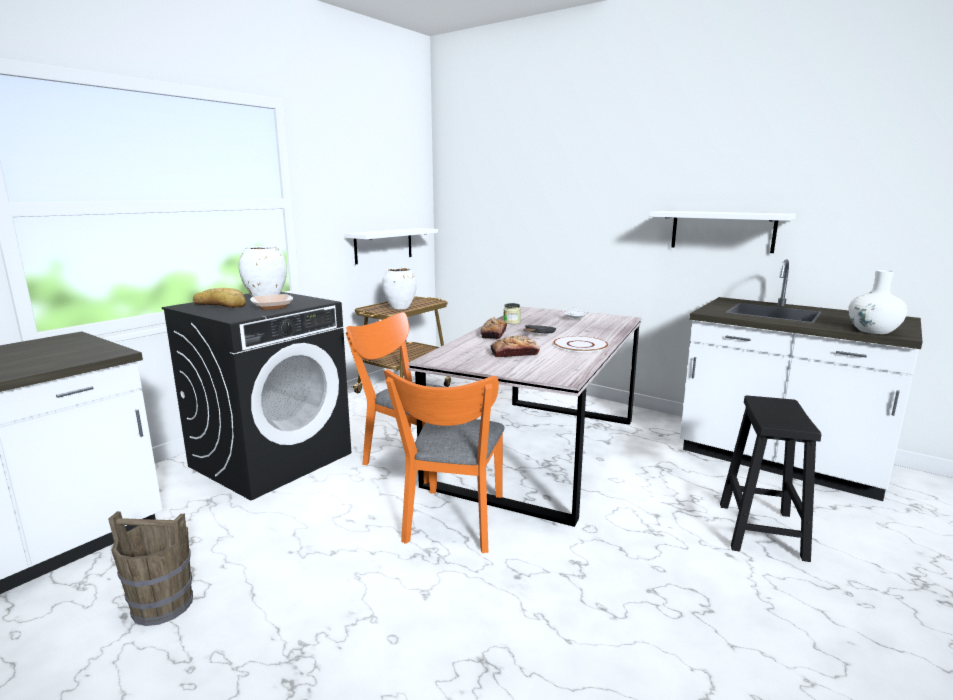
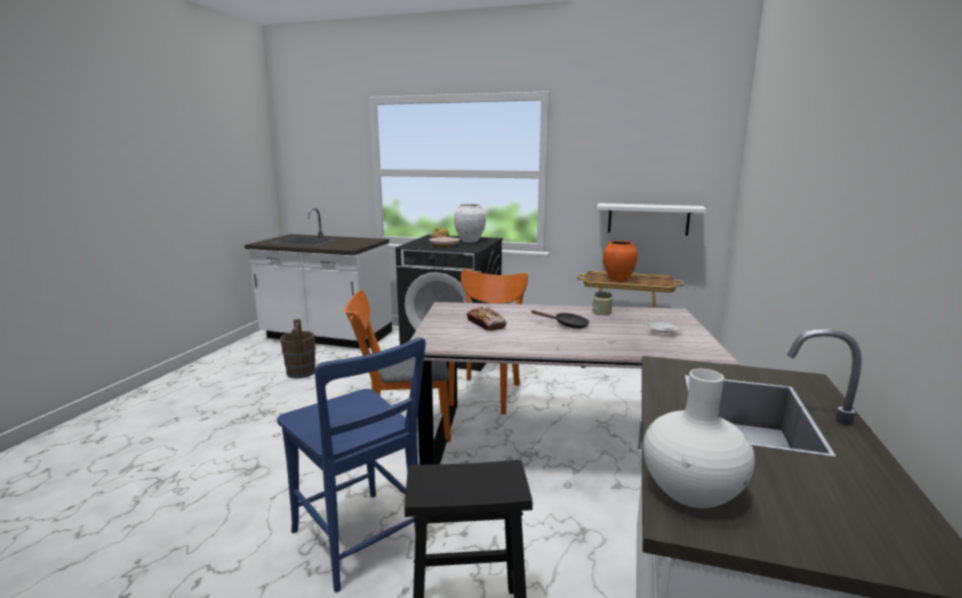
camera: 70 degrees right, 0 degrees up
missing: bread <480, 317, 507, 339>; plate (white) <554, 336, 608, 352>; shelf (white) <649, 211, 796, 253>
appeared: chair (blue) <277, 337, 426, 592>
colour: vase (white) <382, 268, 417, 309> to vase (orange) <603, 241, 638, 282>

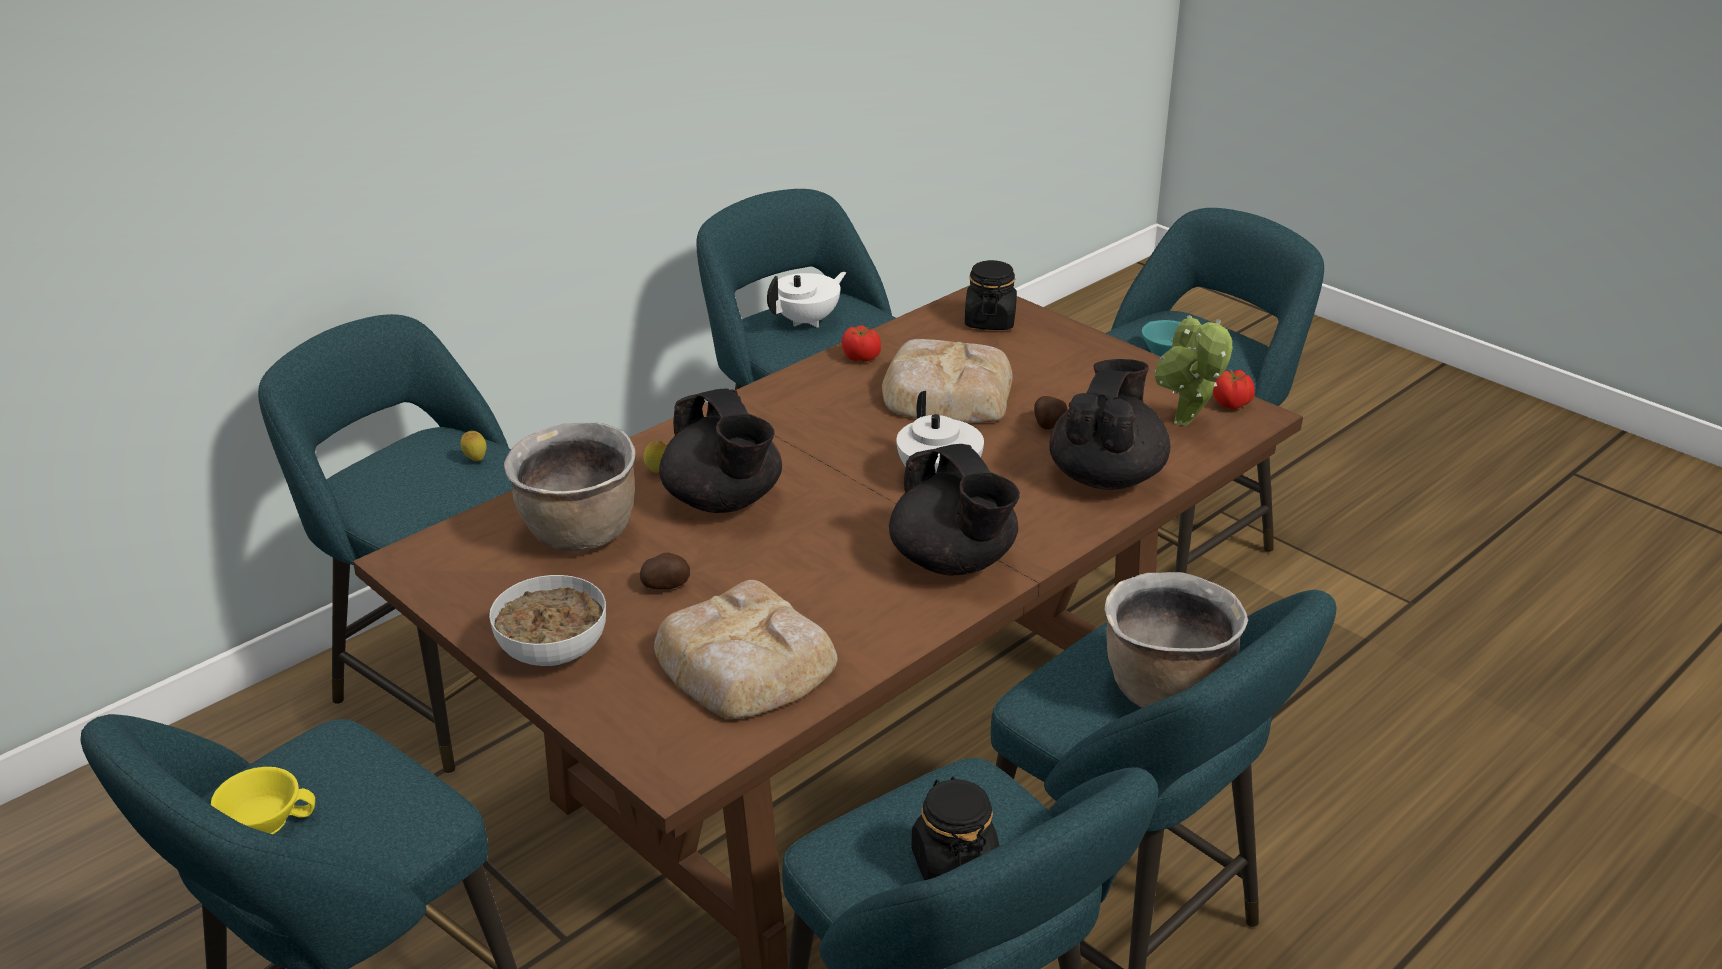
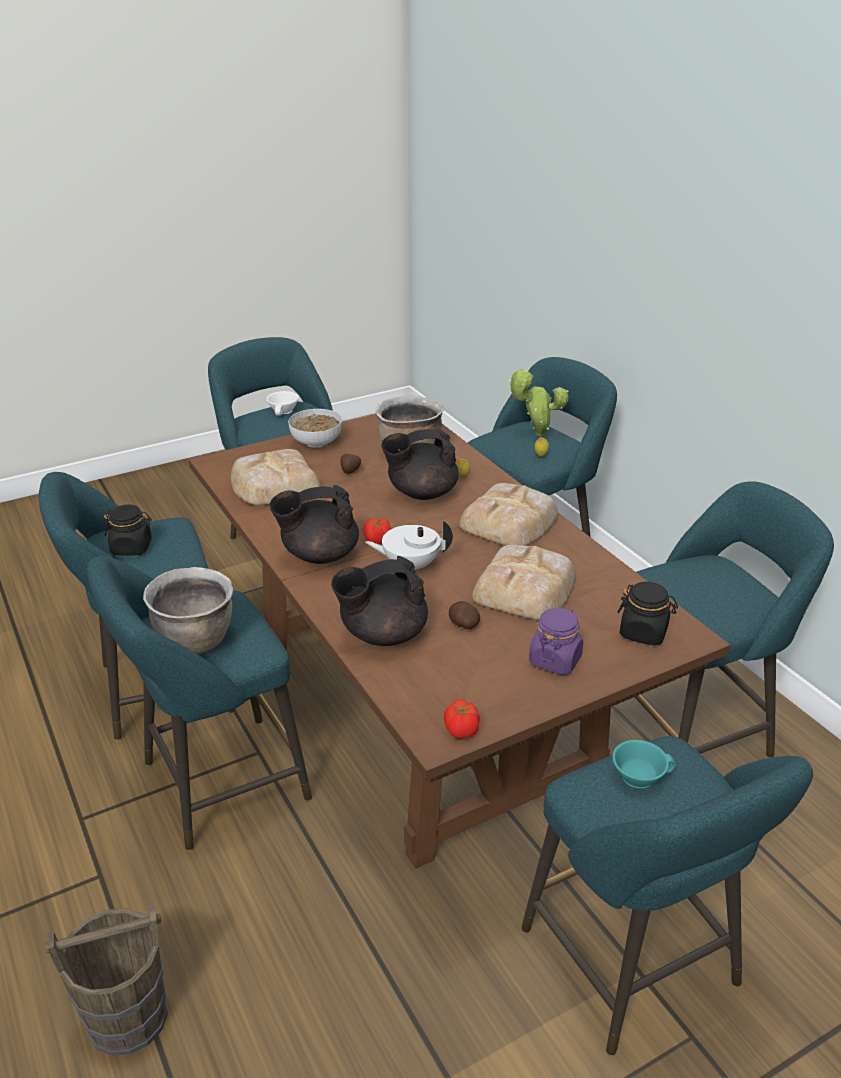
camera: 105 degrees right, 0 degrees up
missing: teapot (white) <767, 272, 846, 328>
appeared: bucket (brown) <45, 904, 168, 1056>; bread <459, 483, 558, 546>; jar (purple) <529, 608, 583, 675>
relocated: tomato <841, 325, 881, 362> to <363, 517, 392, 545>; potted plant <1155, 315, 1233, 426> to <509, 369, 569, 436>
colour: cup (yellow) <211, 767, 315, 834> to cup (white) <266, 391, 299, 416>
spun: teapot (black) <1049, 359, 1170, 490> = <331, 556, 428, 646> 120 degrees clockwise

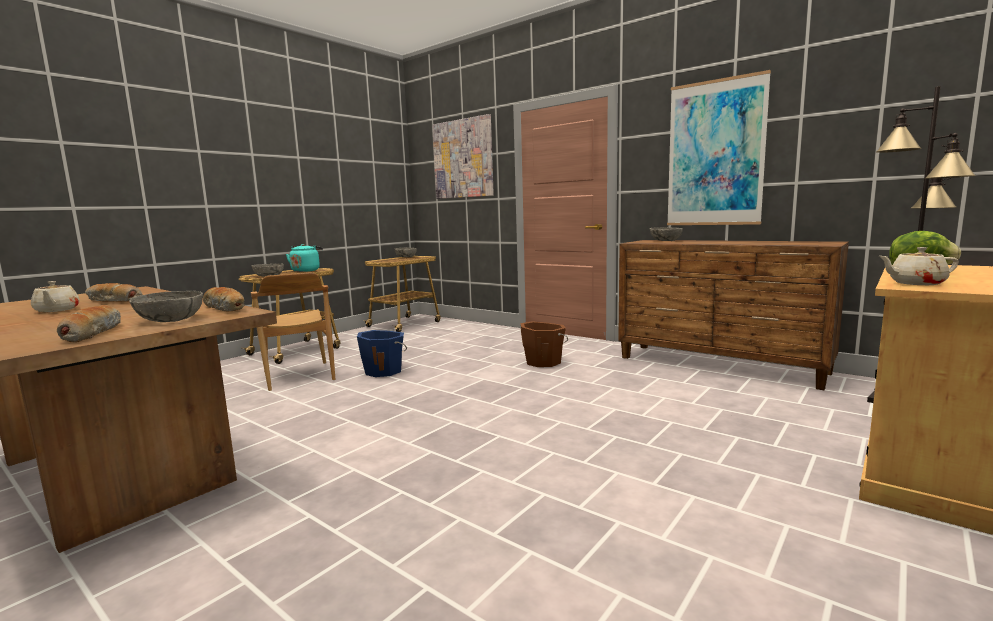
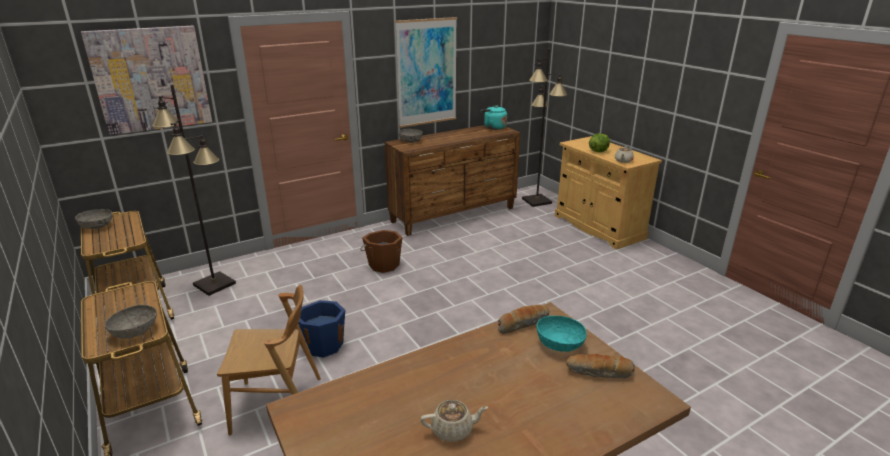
camera: 70 degrees left, 15 degrees up
missing: bread <85, 283, 143, 302>
appeared: floor lamp (black) <152, 85, 236, 296>
relocated: kettle (turquoise) <286, 244, 323, 272> to <480, 105, 507, 130>
colour: bowl (grey) <129, 291, 203, 322> to bowl (turquoise) <536, 316, 587, 352>

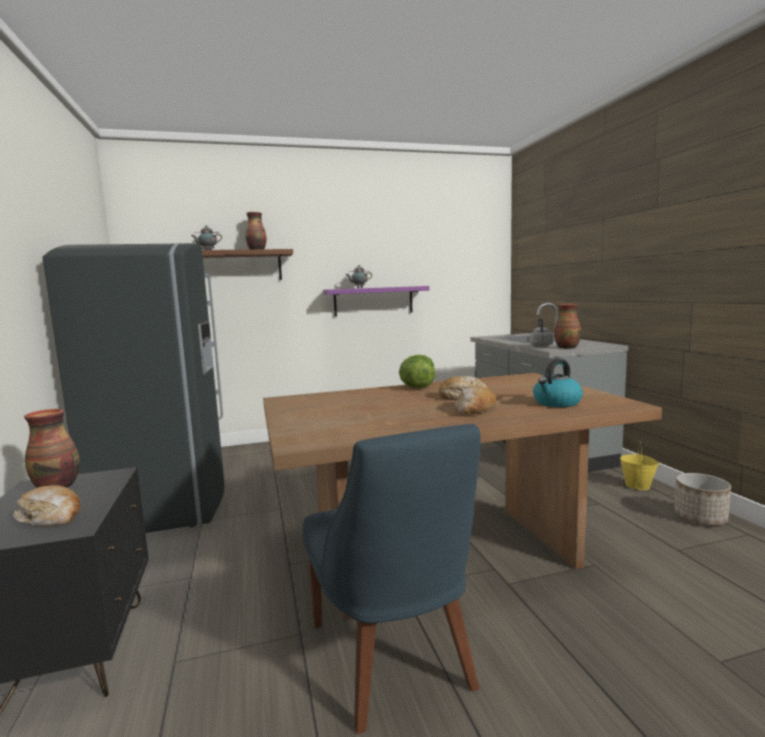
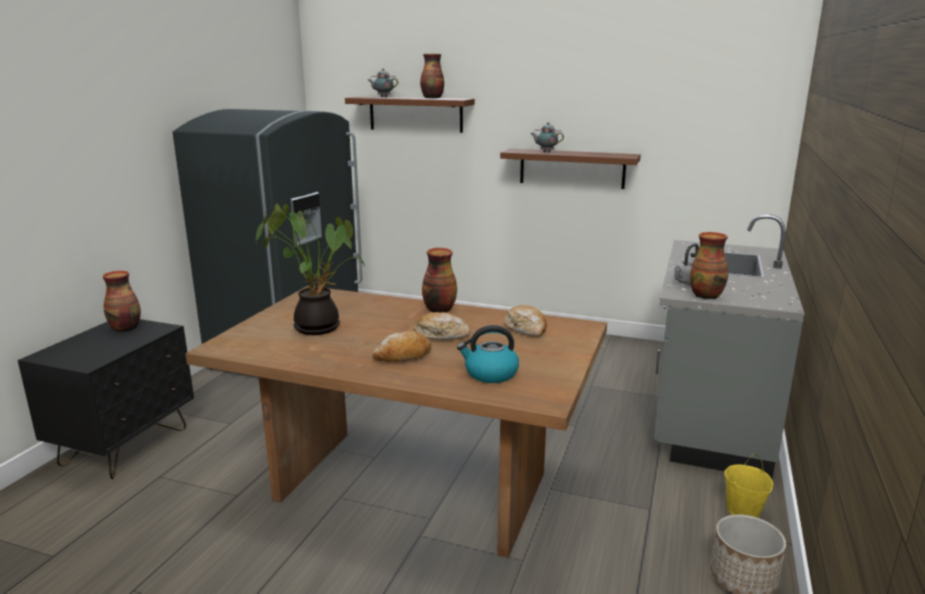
camera: 35 degrees right, 10 degrees up
missing: chair (blue) <303, 424, 481, 734>
appeared: potted plant <256, 203, 365, 335>
relocated: bread <13, 485, 81, 527> to <505, 305, 547, 337>
exchanged: lettuce <399, 355, 435, 388> to vase <422, 248, 457, 312>
colour: shelf (purple) <323, 286, 429, 316> to shelf (brown) <500, 149, 641, 189>

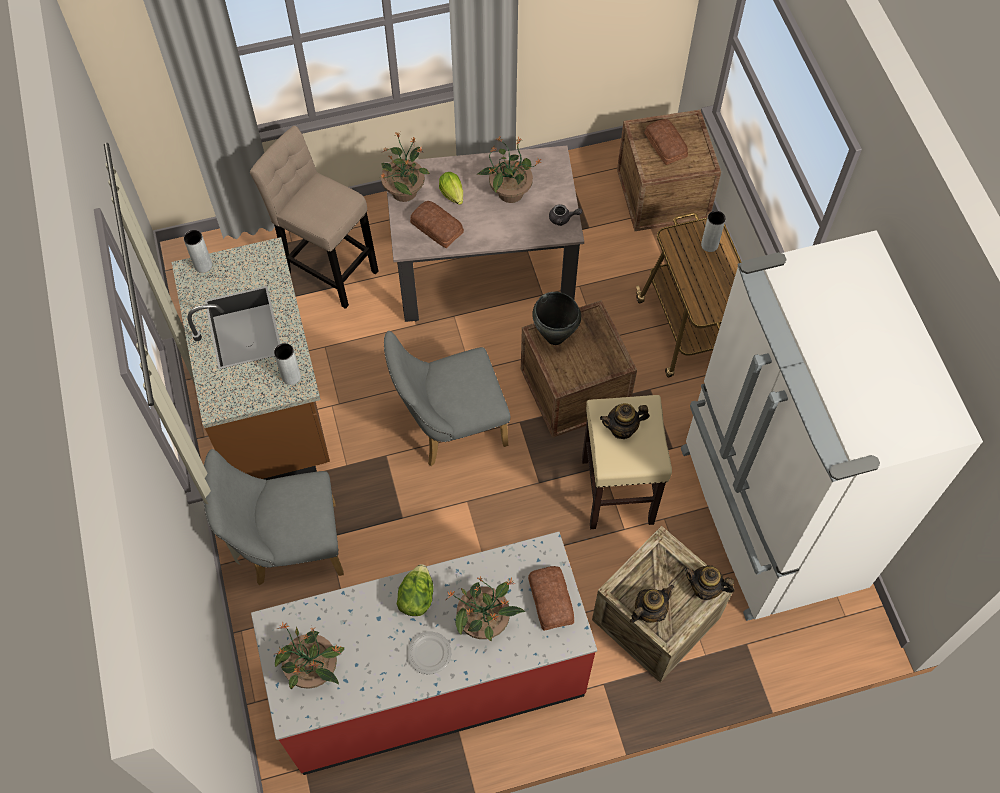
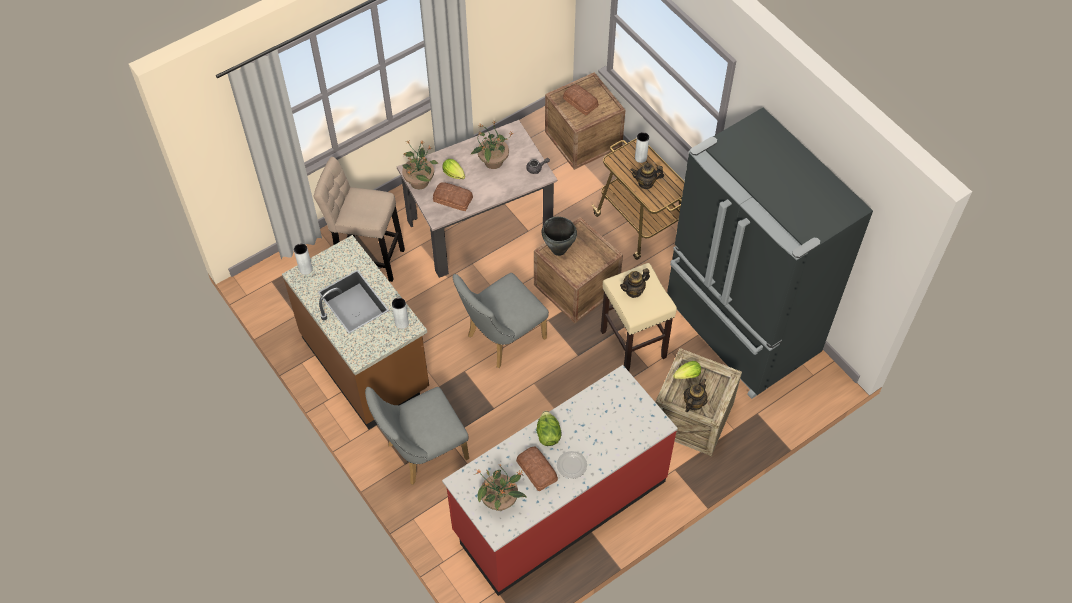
camera: 20 degrees left, 5 degrees down
missing: potted plant <446, 577, 525, 641>
appeared: lettuce <673, 361, 701, 379>
relocated: bread <528, 566, 574, 631> to <516, 447, 558, 491>; teapot <684, 565, 735, 600> to <631, 163, 664, 189>
colour: fridge (white) <681, 230, 983, 621> to fridge (black) <667, 108, 873, 399>

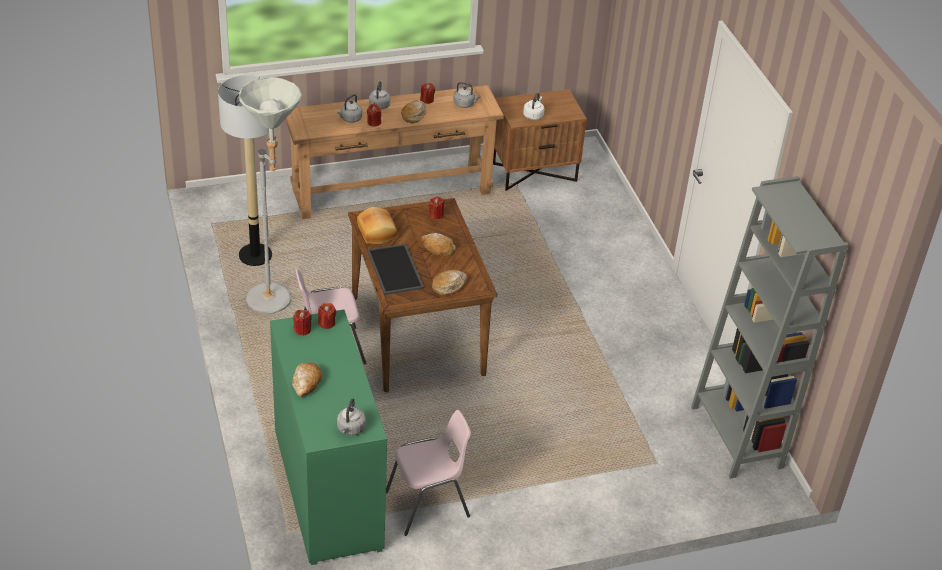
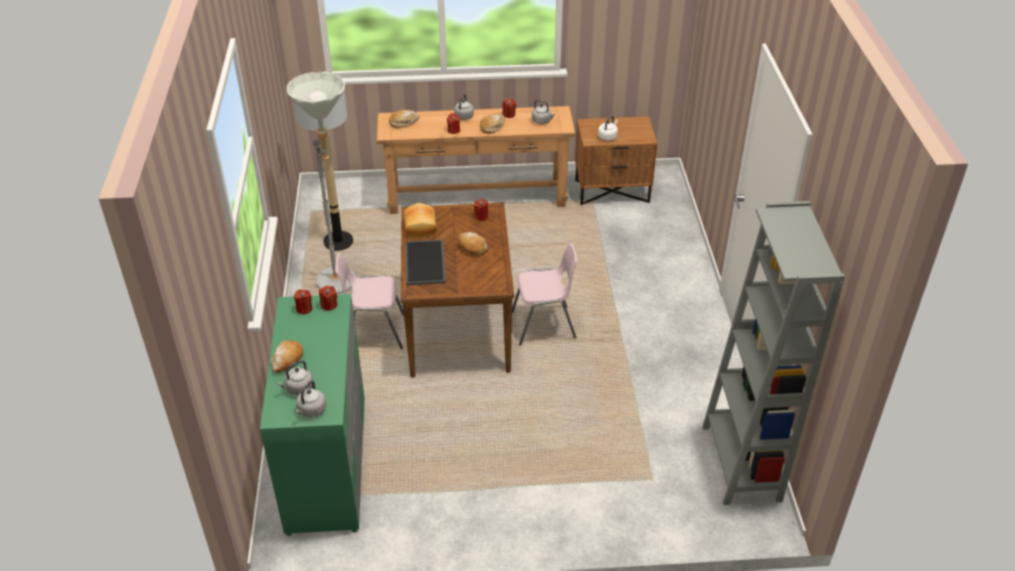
camera: 15 degrees right, 0 degrees up
relocated: kettle (grey) <338, 94, 362, 123> to <276, 360, 313, 395>; bread <432, 270, 467, 295> to <389, 110, 419, 128>; chair (pink) <386, 410, 471, 536> to <512, 243, 578, 346>

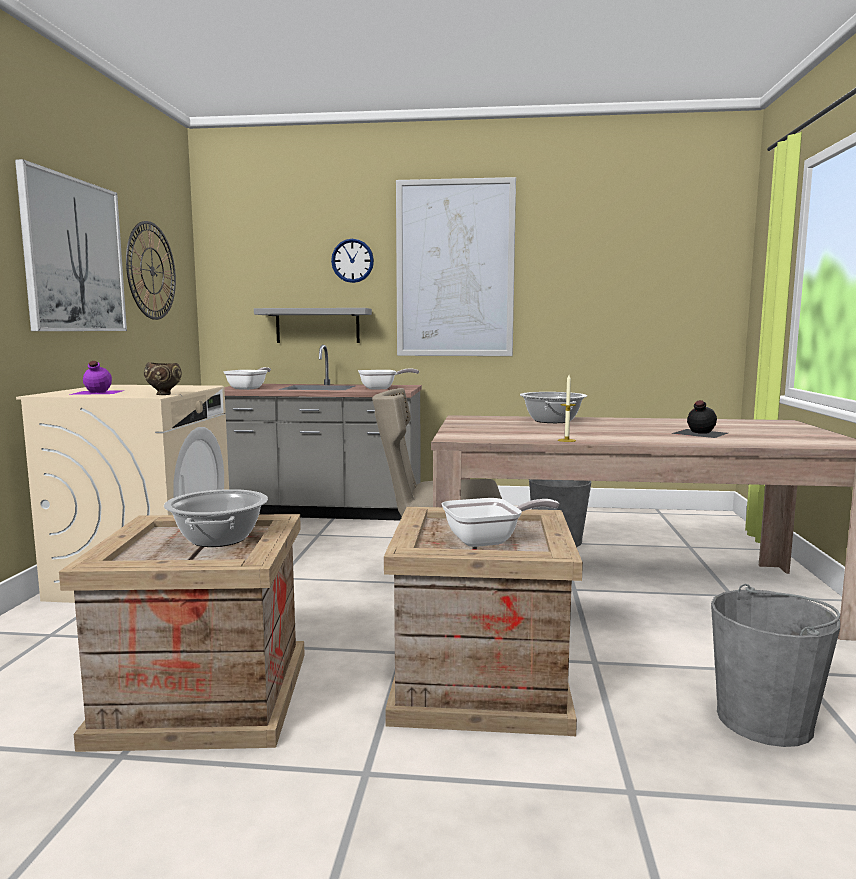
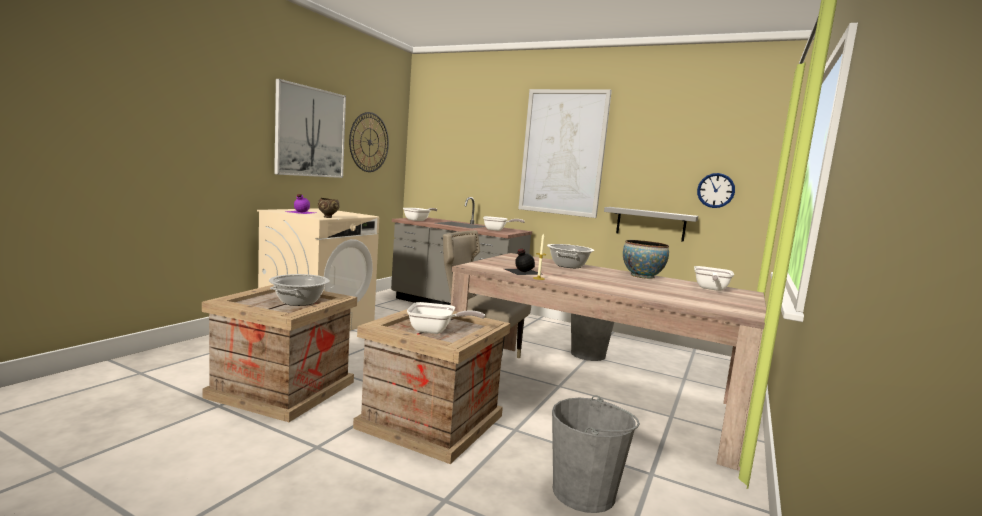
camera: 20 degrees right, 0 degrees up
appeared: bowl <623, 240, 669, 279>; frying pan <694, 266, 734, 291>
relocated: bottle (black) <671, 400, 728, 438> to <504, 249, 543, 275>; shelf (grey) <254, 308, 372, 343> to <604, 207, 698, 242>; wall clock <331, 239, 374, 283> to <697, 173, 735, 208>

